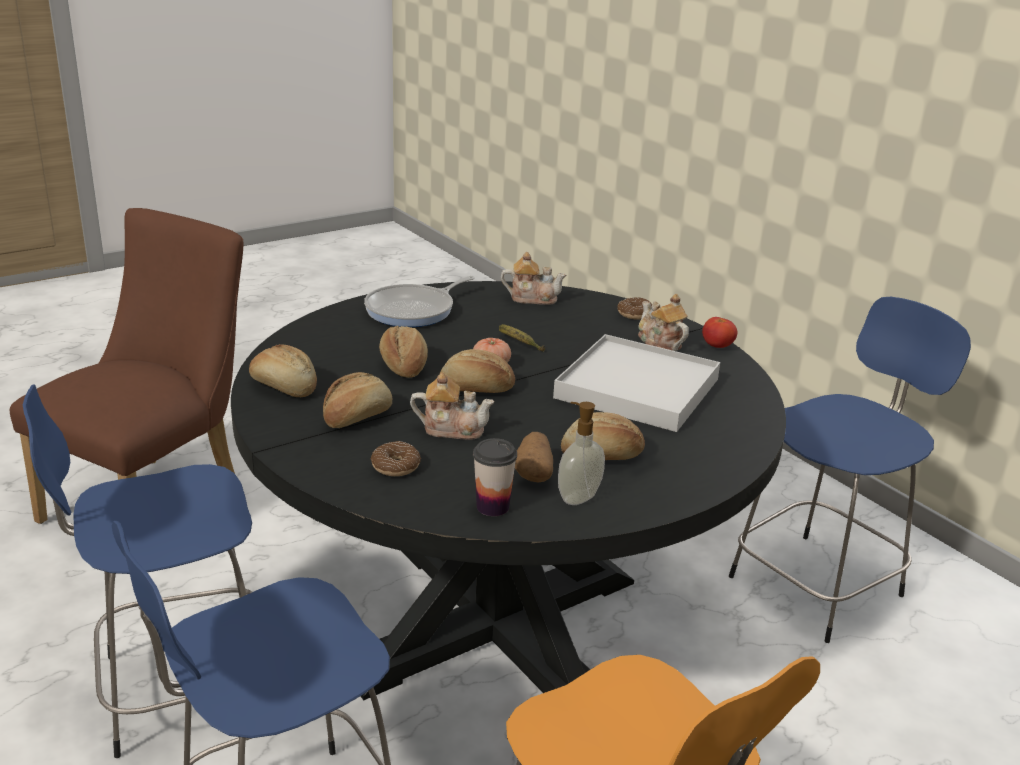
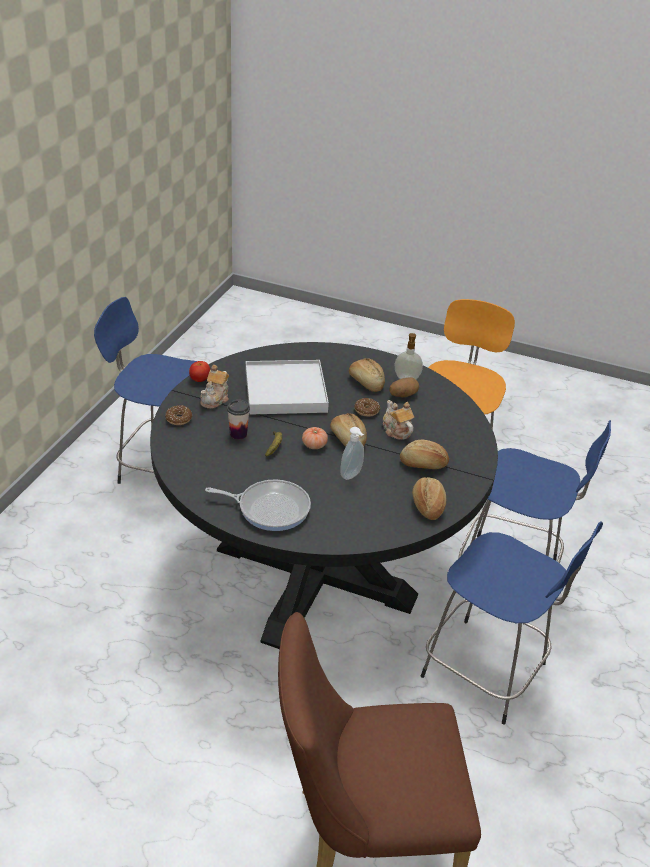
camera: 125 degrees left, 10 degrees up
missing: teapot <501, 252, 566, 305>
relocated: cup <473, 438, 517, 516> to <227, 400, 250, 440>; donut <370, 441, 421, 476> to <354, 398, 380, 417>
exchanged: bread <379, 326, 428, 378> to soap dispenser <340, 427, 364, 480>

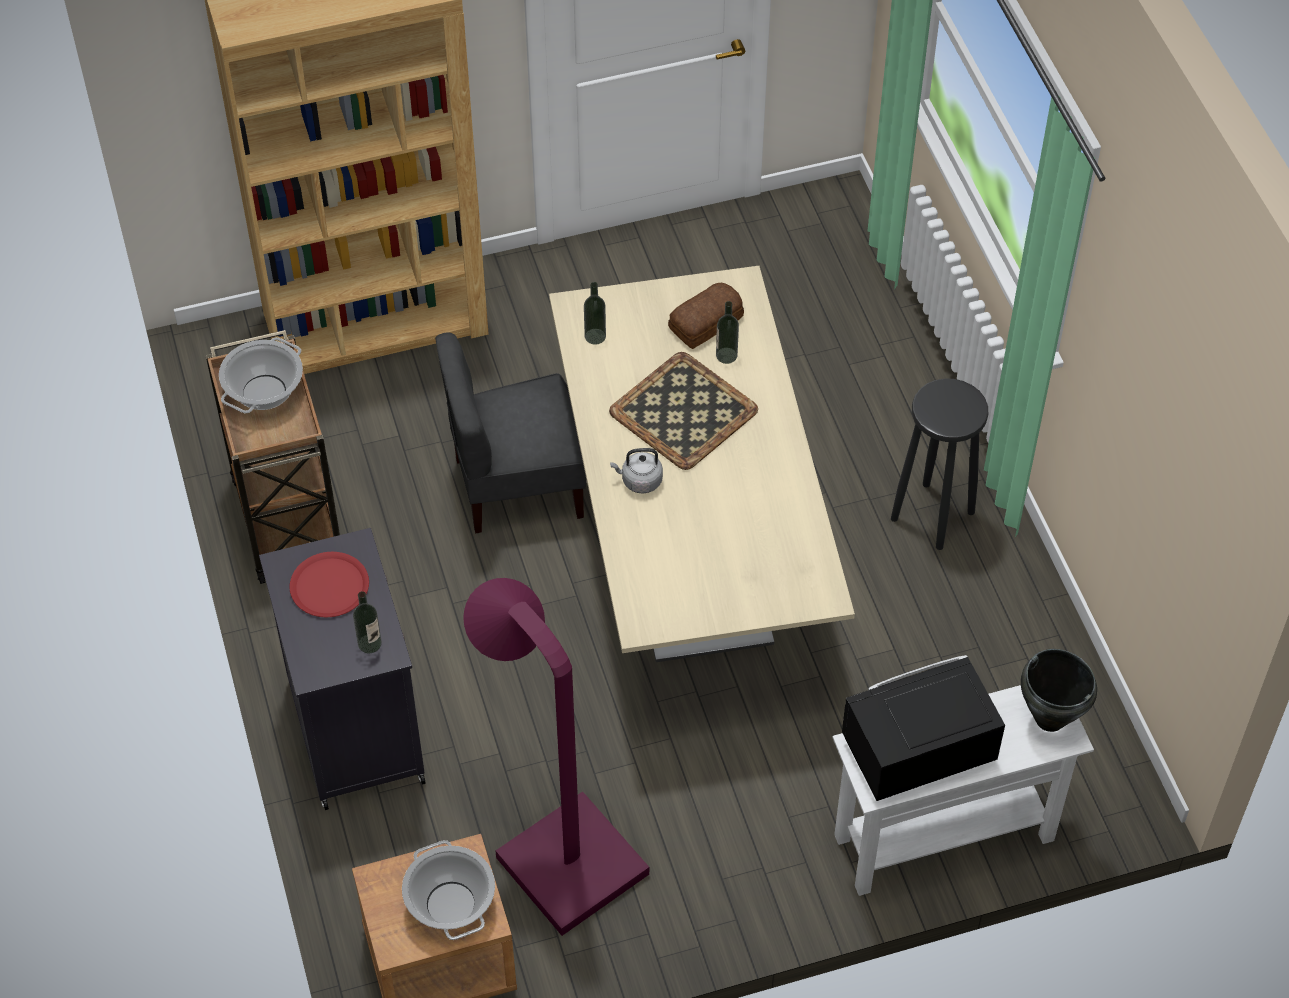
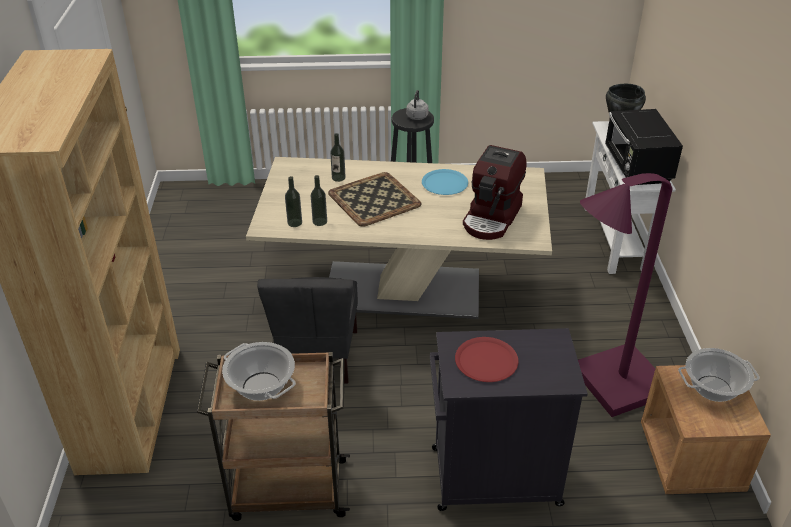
camera: 75 degrees left, 15 degrees down
missing: bread <668, 283, 744, 349>
appeared: plate (blue) <422, 169, 468, 195>; coffee machine <463, 145, 527, 240>
relocated: bottle <353, 591, 382, 653> to <311, 175, 327, 226>; kettle (grey) <610, 448, 663, 494> to <406, 90, 429, 120>

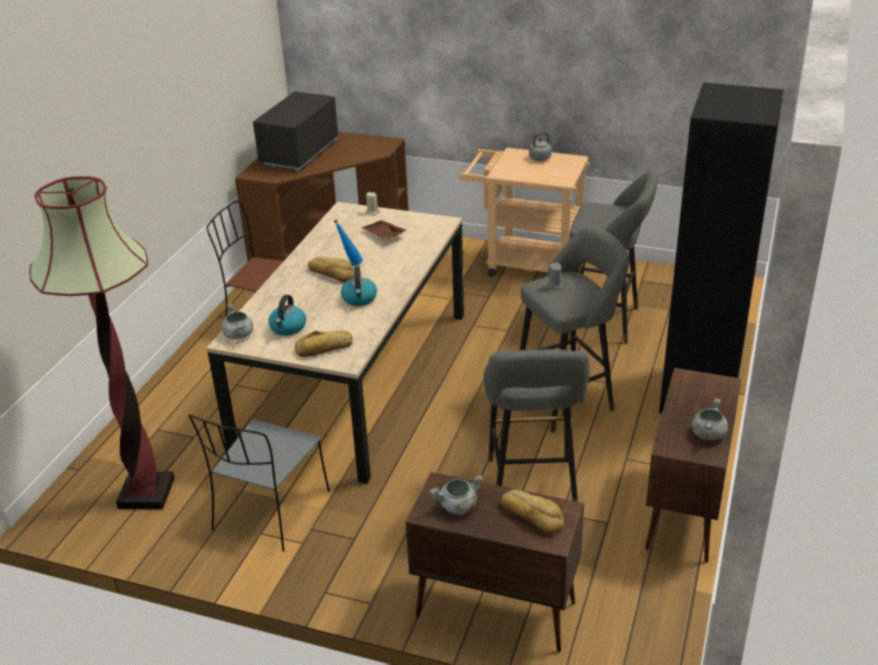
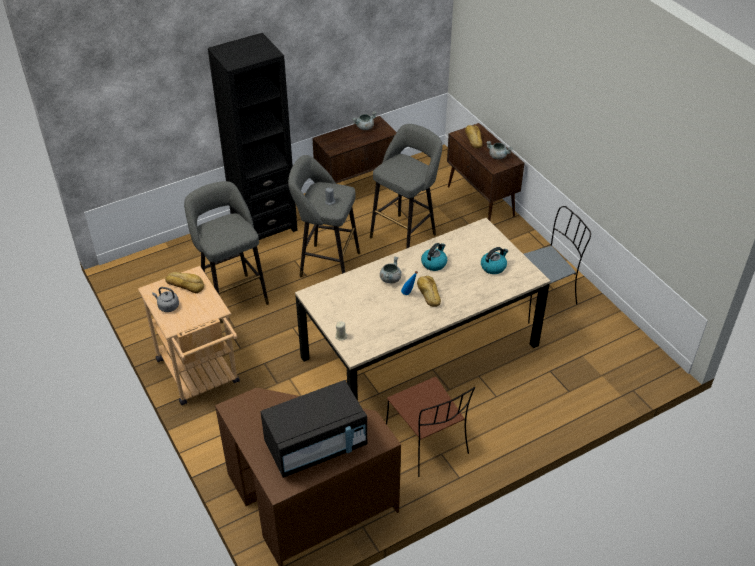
camera: 140 degrees left, 10 degrees up
missing: floor lamp <29, 176, 175, 509>; tray (brown) <361, 220, 406, 239>
relocated: bread <295, 330, 353, 357> to <165, 272, 204, 293>; cooking pot (grey) <222, 303, 253, 339> to <380, 257, 402, 284>

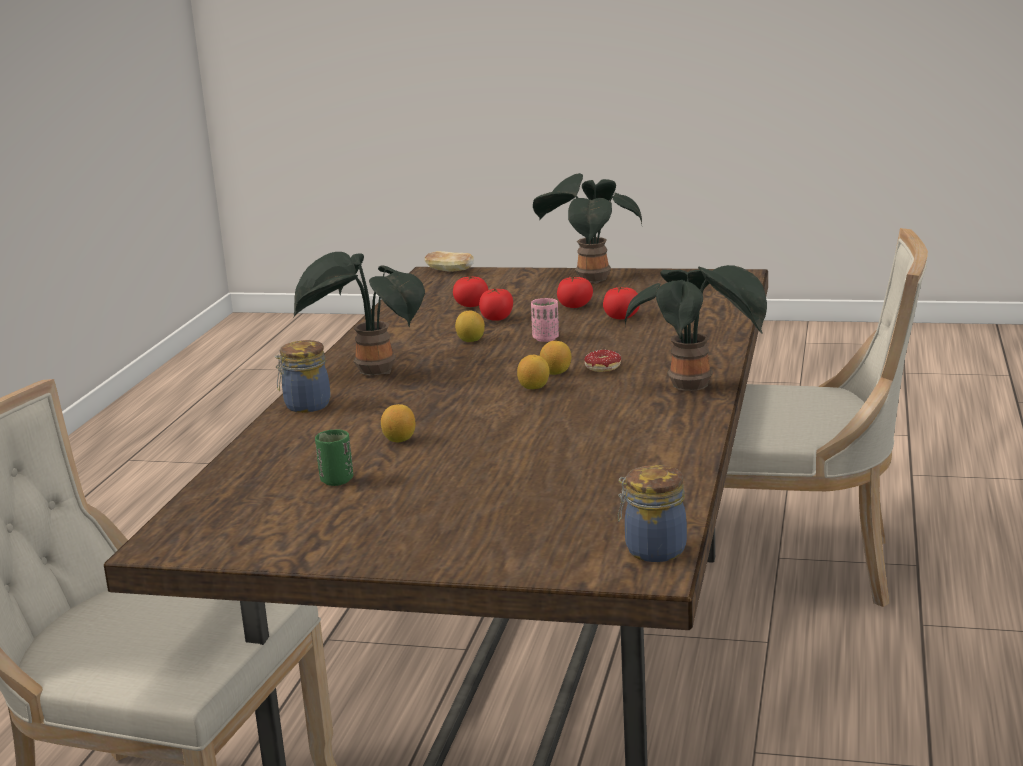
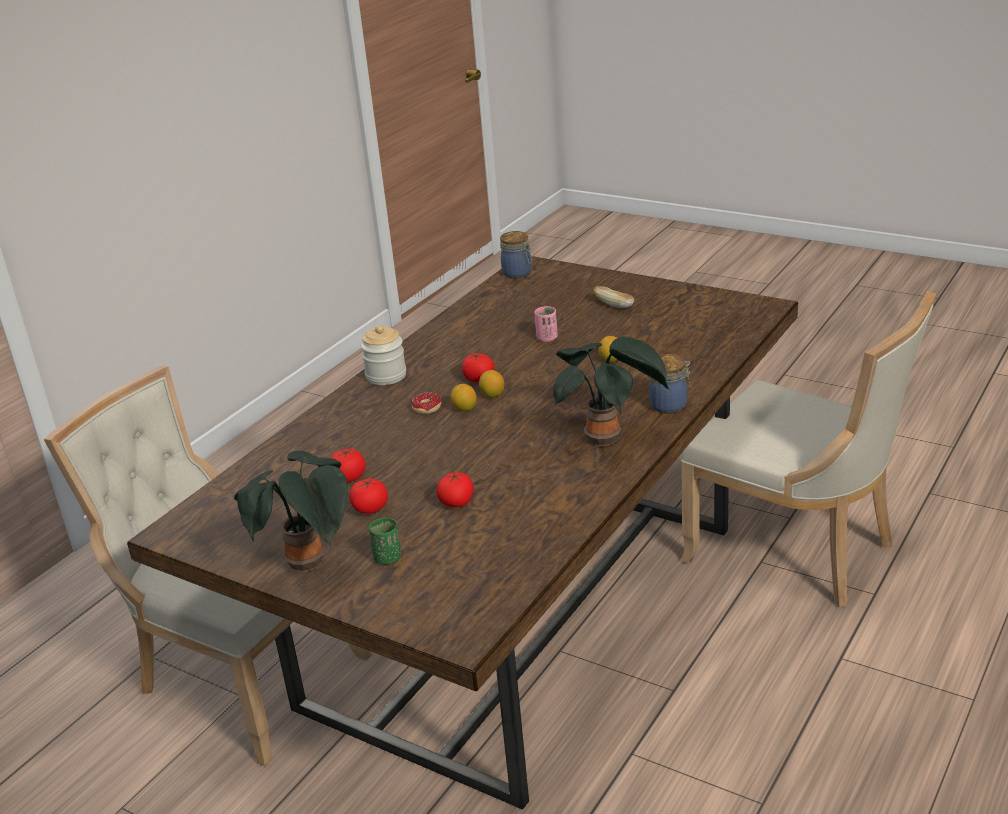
camera: 160 degrees left, 10 degrees up
missing: lemon <455, 311, 485, 342>
relocated: cup (green) <315, 429, 353, 486> to <369, 518, 401, 565>; tomato <453, 276, 488, 307> to <462, 353, 495, 382>; cup (pink) <531, 298, 559, 342> to <534, 306, 558, 342>; bread <425, 251, 474, 272> to <594, 286, 634, 308>
exchanged: potted plant <625, 265, 767, 391> to jar <361, 325, 406, 385>

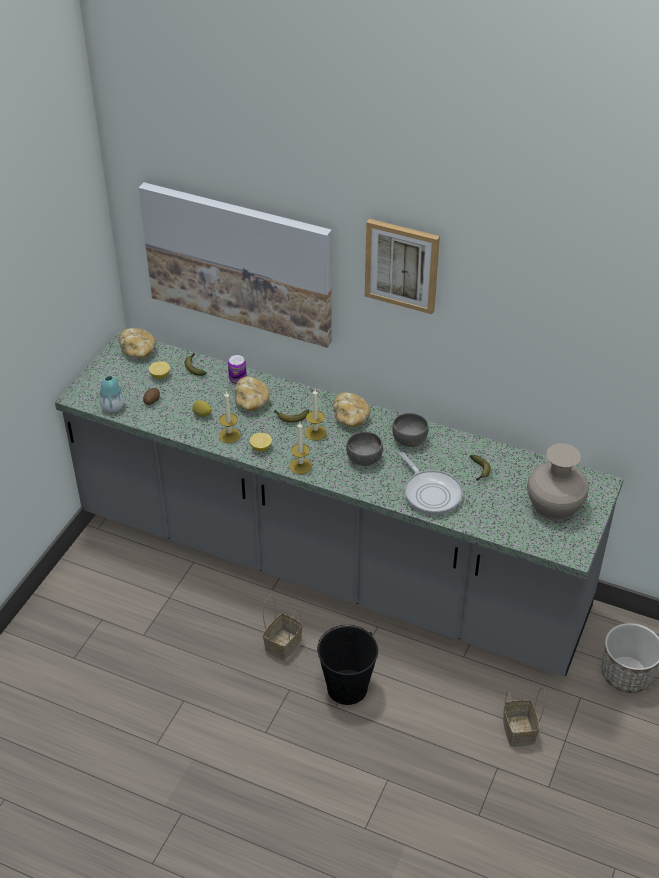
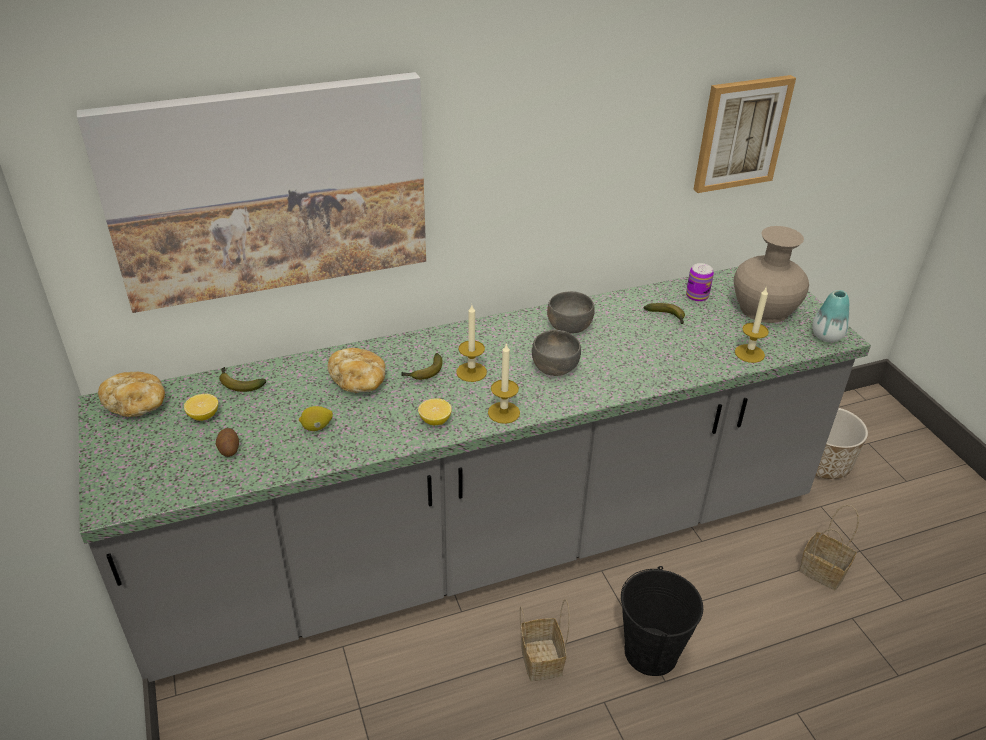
camera: 45 degrees left, 5 degrees down
missing: bread <333, 392, 370, 427>; frying pan <399, 452, 463, 515>
relocated: can <228, 355, 247, 384> to <686, 263, 714, 302>; picture <365, 219, 440, 314> to <693, 75, 796, 193>; candle <219, 392, 241, 443> to <735, 288, 769, 363>; vase <99, 375, 125, 412> to <812, 290, 849, 342>

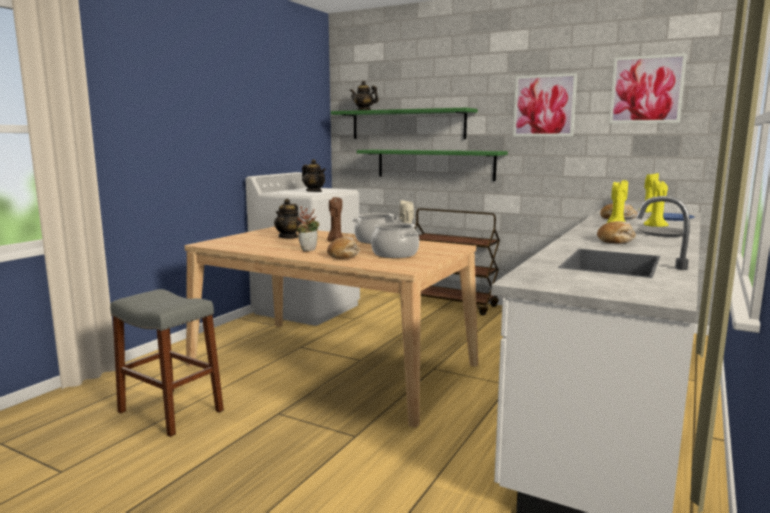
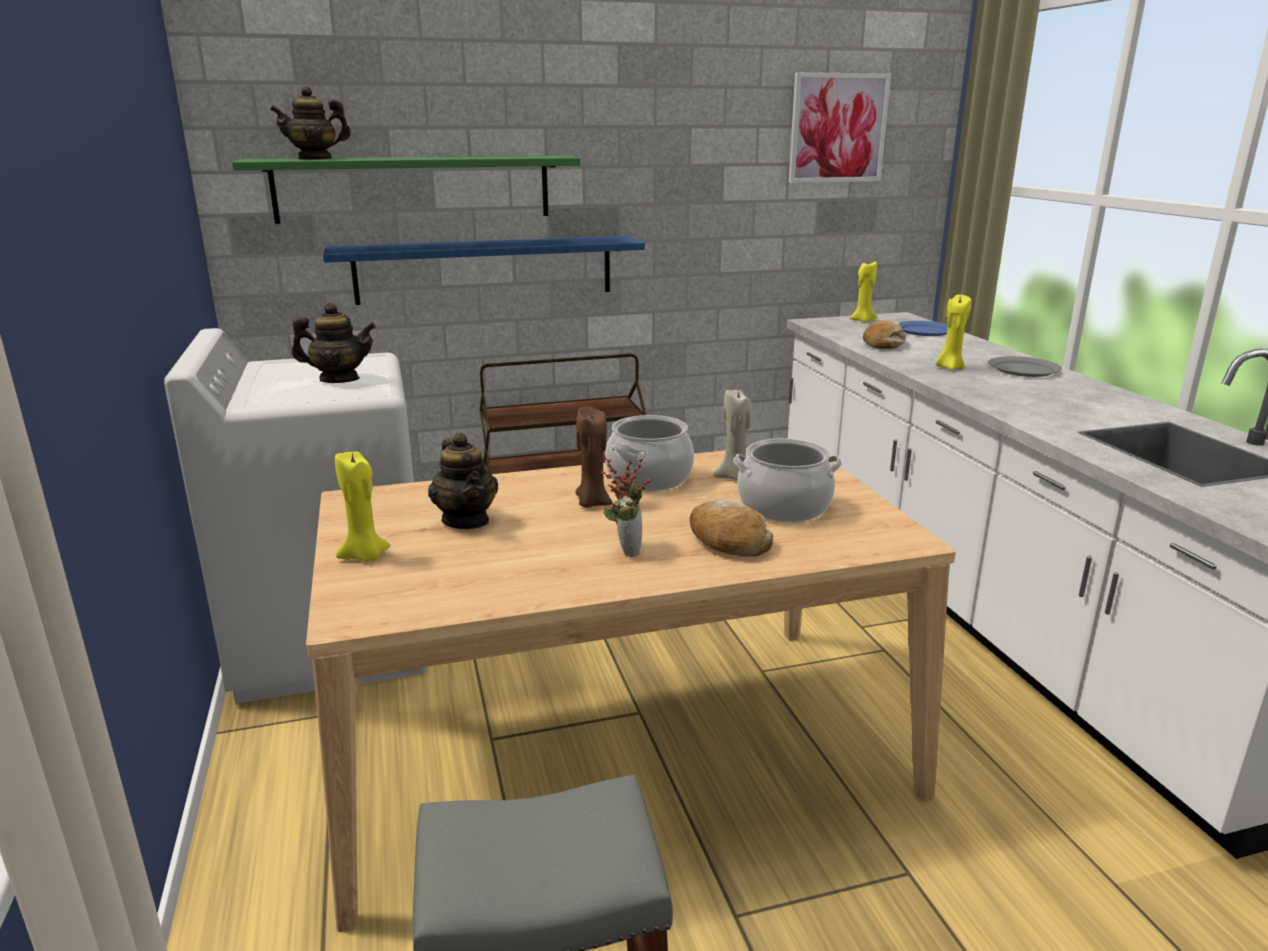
camera: 45 degrees left, 10 degrees up
missing: picture <513, 73, 577, 136>; bread <597, 221, 636, 244>
relocated: candle (yellow) <644, 180, 669, 227> to <335, 451, 391, 562>
colour: shelf (green) <357, 150, 508, 181> to shelf (blue) <323, 236, 645, 305>

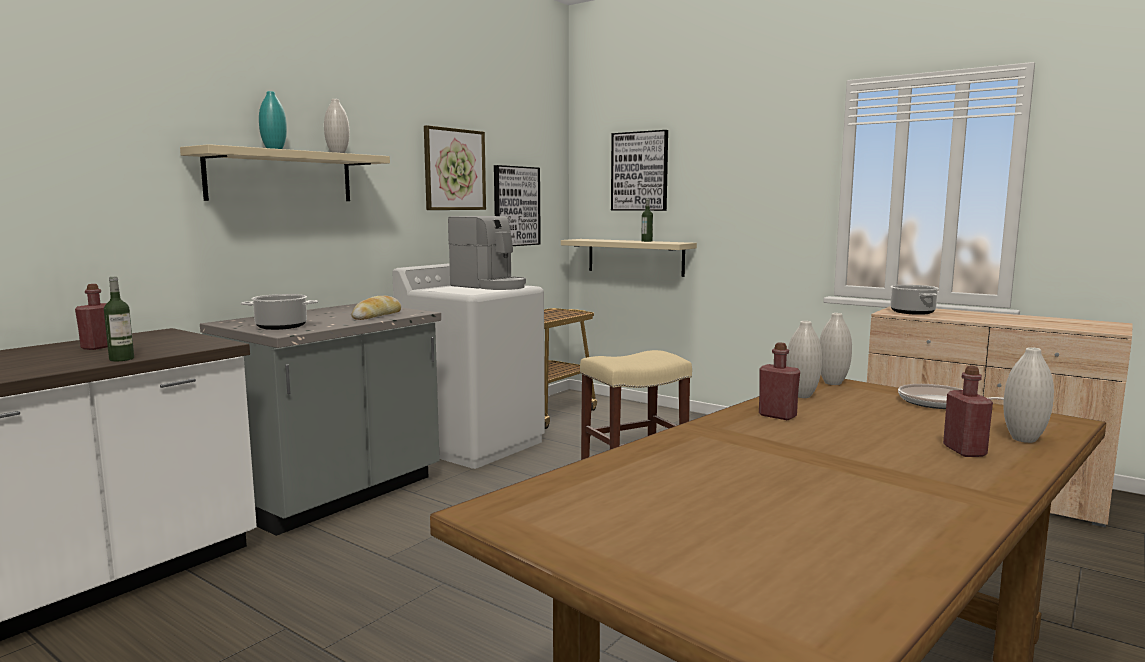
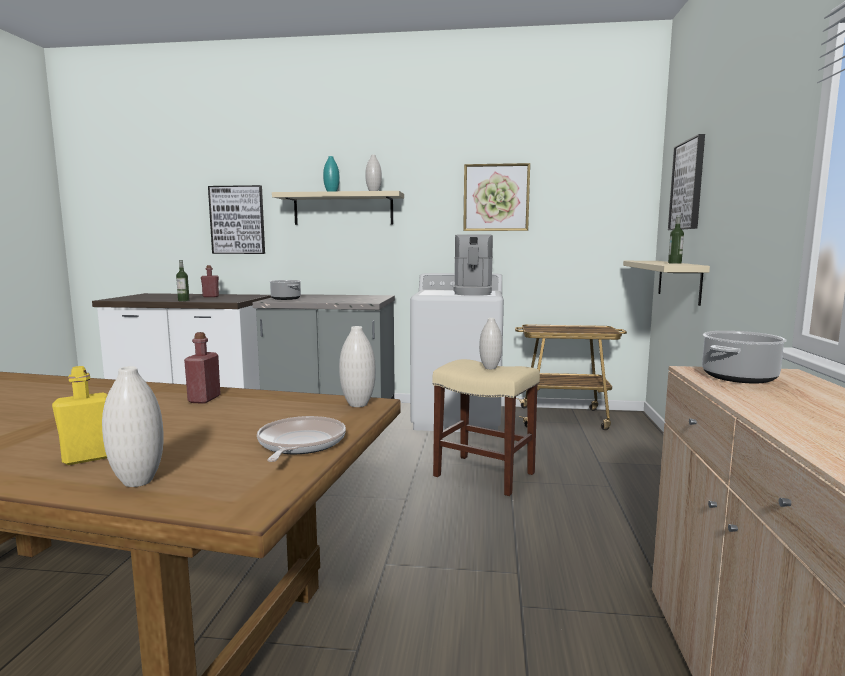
camera: 60 degrees right, 0 degrees up
missing: bread <351, 296, 401, 320>
relocated: picture <494, 165, 541, 246> to <208, 185, 265, 254>; vase (white) <786, 321, 822, 398> to <479, 318, 502, 369>
colour: bottle (red) <943, 366, 993, 457> to bottle (yellow) <52, 366, 108, 465>

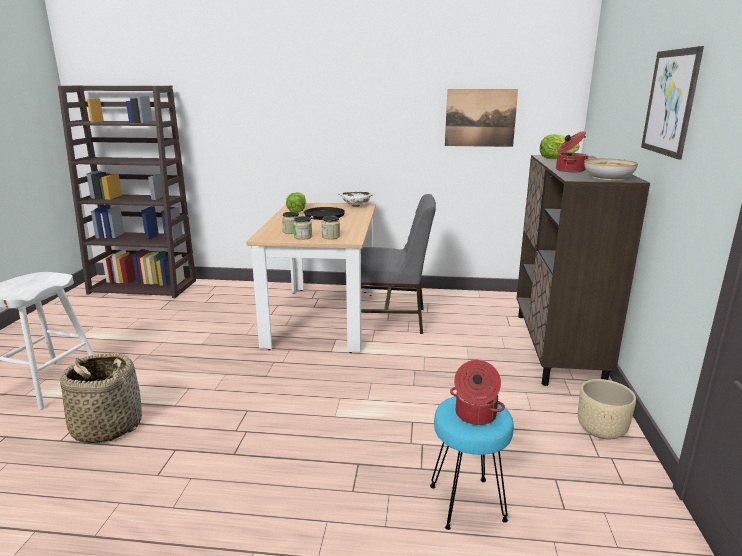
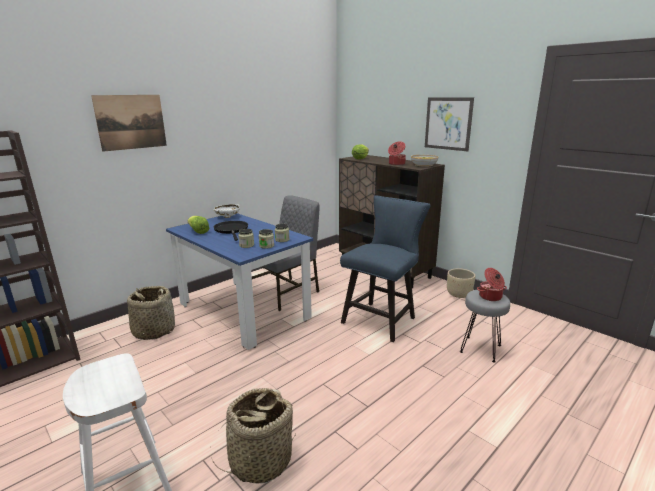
camera: 50 degrees left, 0 degrees up
appeared: basket <127, 286, 175, 340>; chair (blue) <340, 195, 431, 342>
relocated: picture <445, 89, 518, 147> to <91, 95, 167, 152>
colour: dining table (beige) <246, 203, 376, 353> to dining table (blue) <166, 213, 313, 350>; stool (turquoise) <430, 396, 514, 530> to stool (grey) <460, 290, 510, 362>

